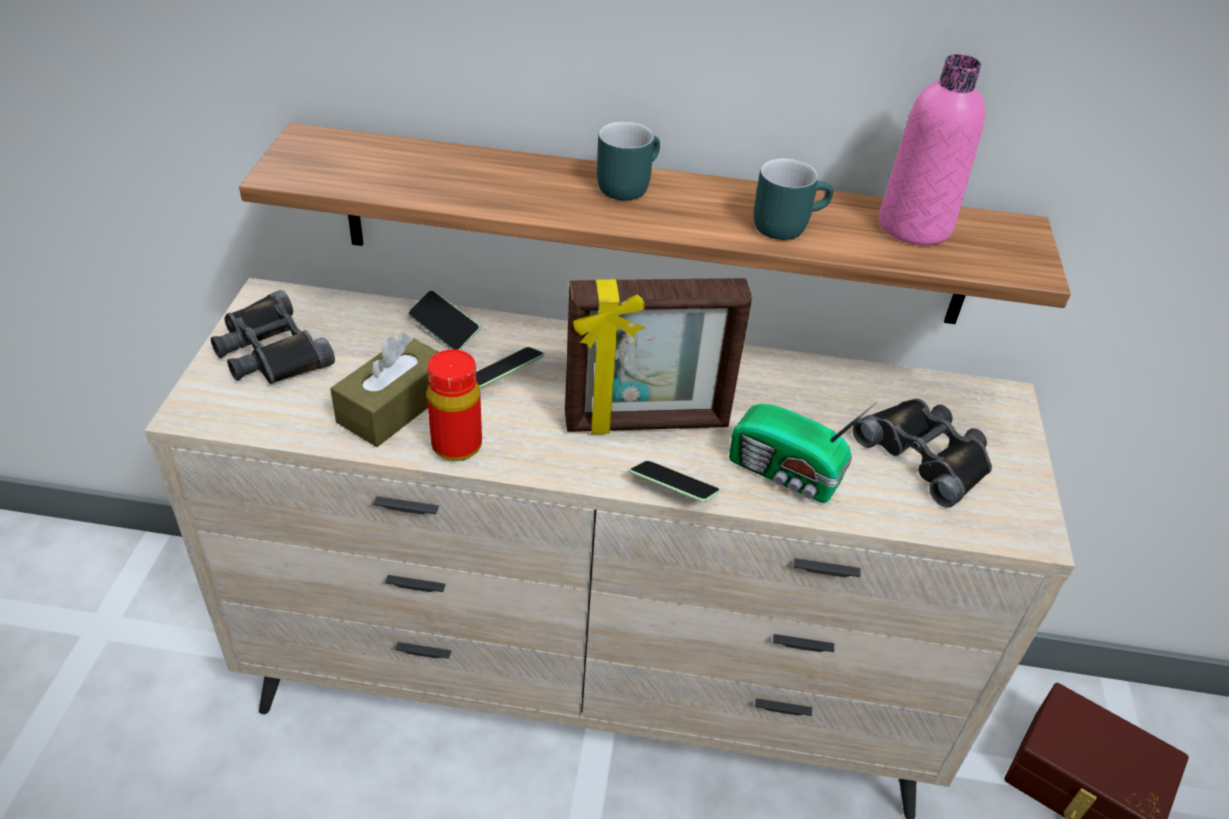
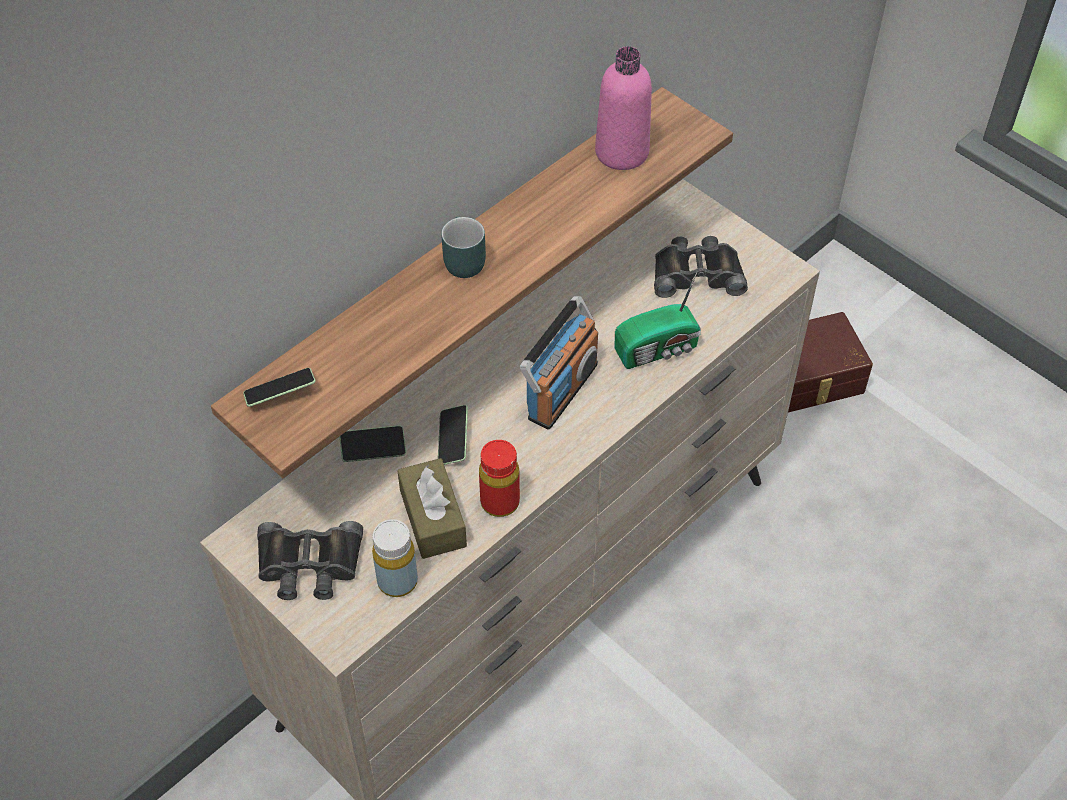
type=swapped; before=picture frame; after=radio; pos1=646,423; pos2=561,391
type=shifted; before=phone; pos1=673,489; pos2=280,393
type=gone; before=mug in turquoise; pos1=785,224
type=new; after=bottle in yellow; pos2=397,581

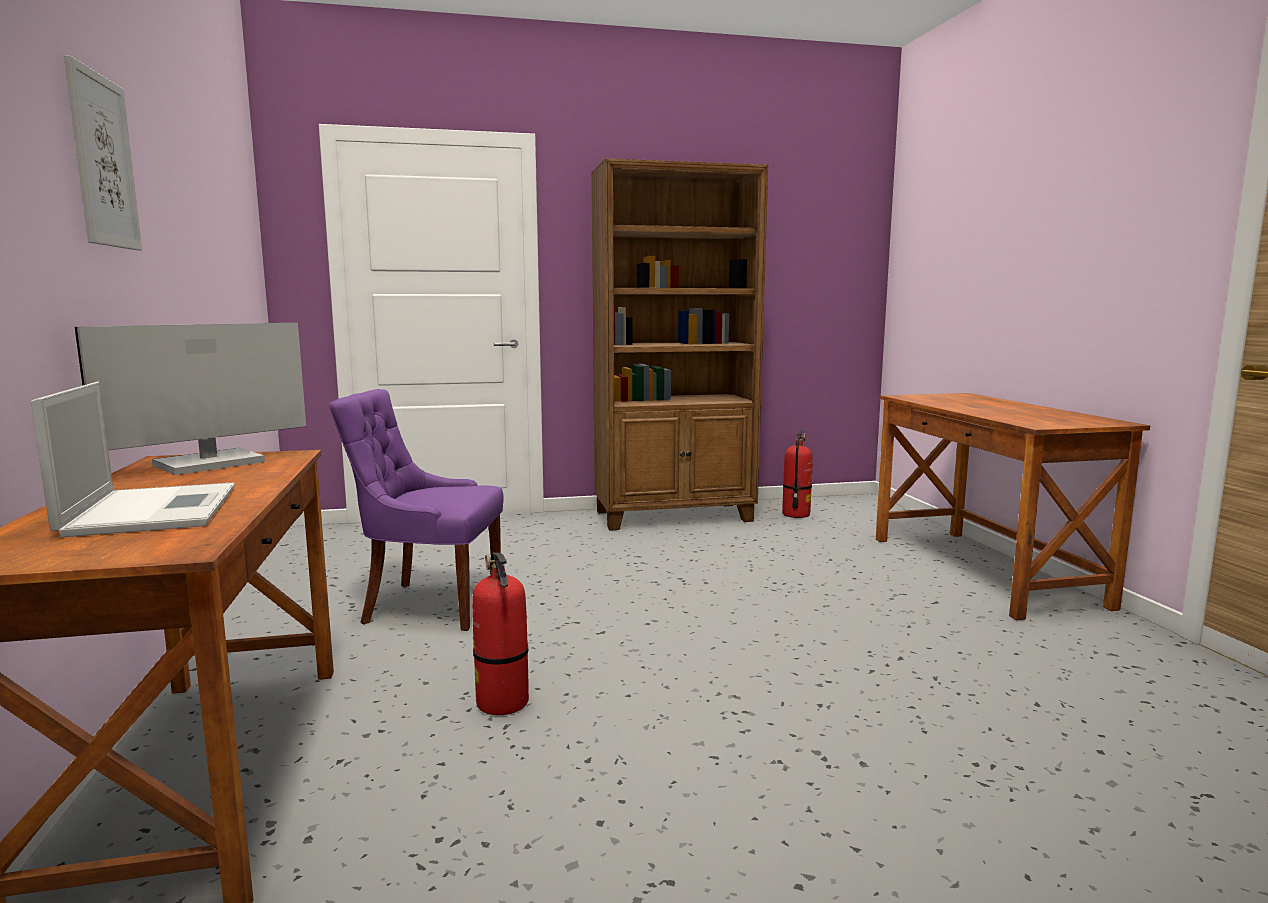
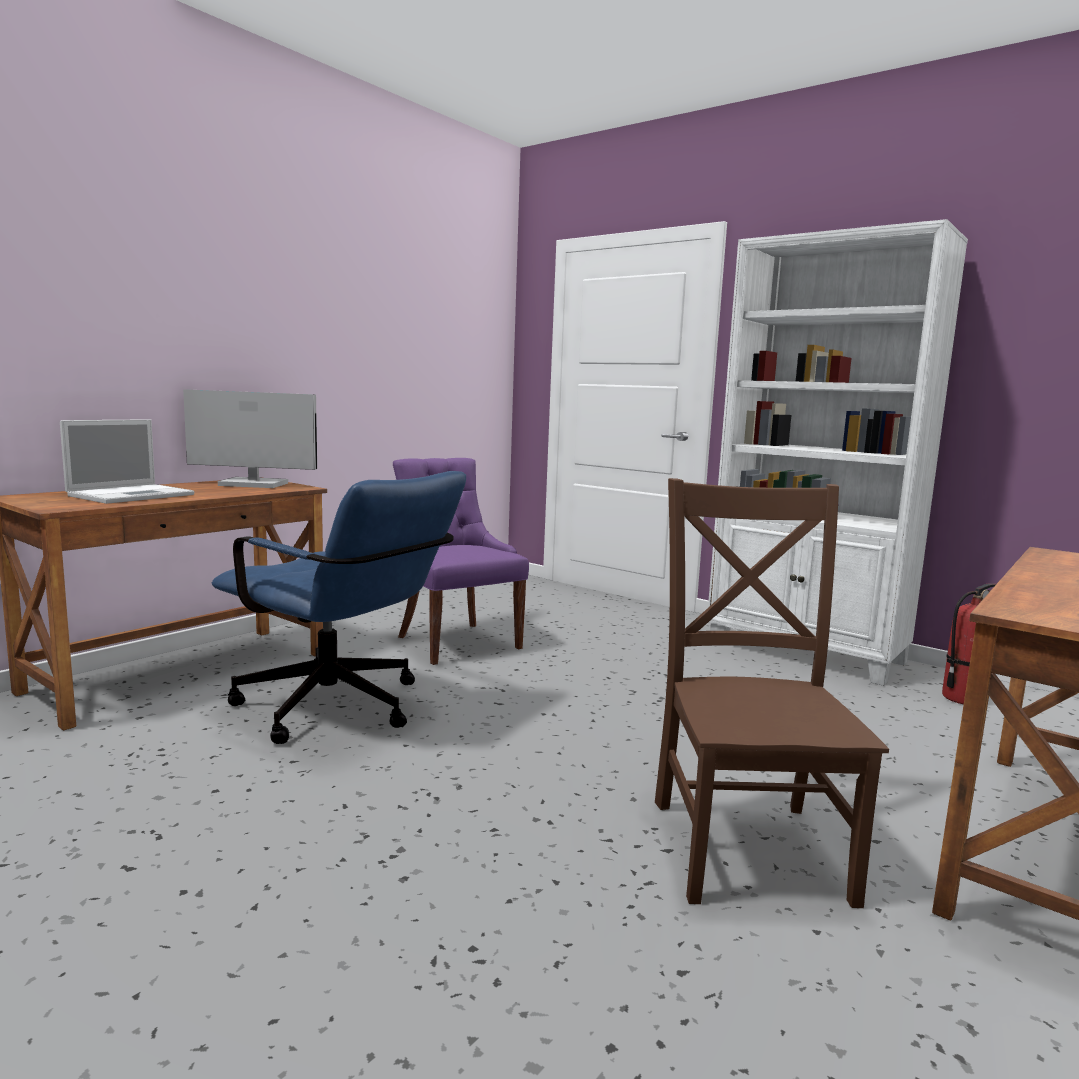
type=gone; before=picture; pos1=103,161
type=swapped; before=fire extinguisher; after=office chair in blue; pos1=503,703; pos2=342,710
type=repainted; before=bookcase in brown; after=bookcase in white; pos1=675,516; pos2=806,653
type=new; after=chair in brown; pos2=747,843

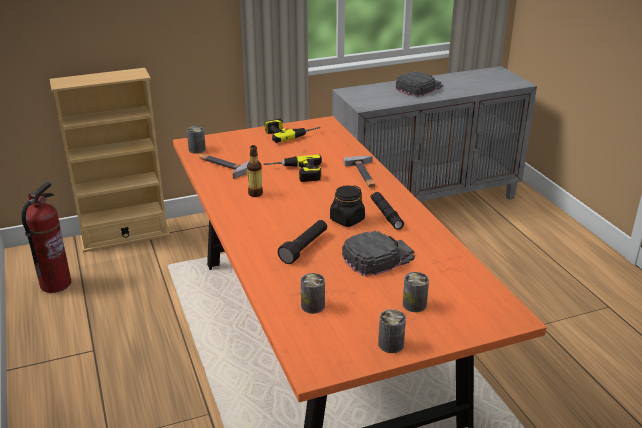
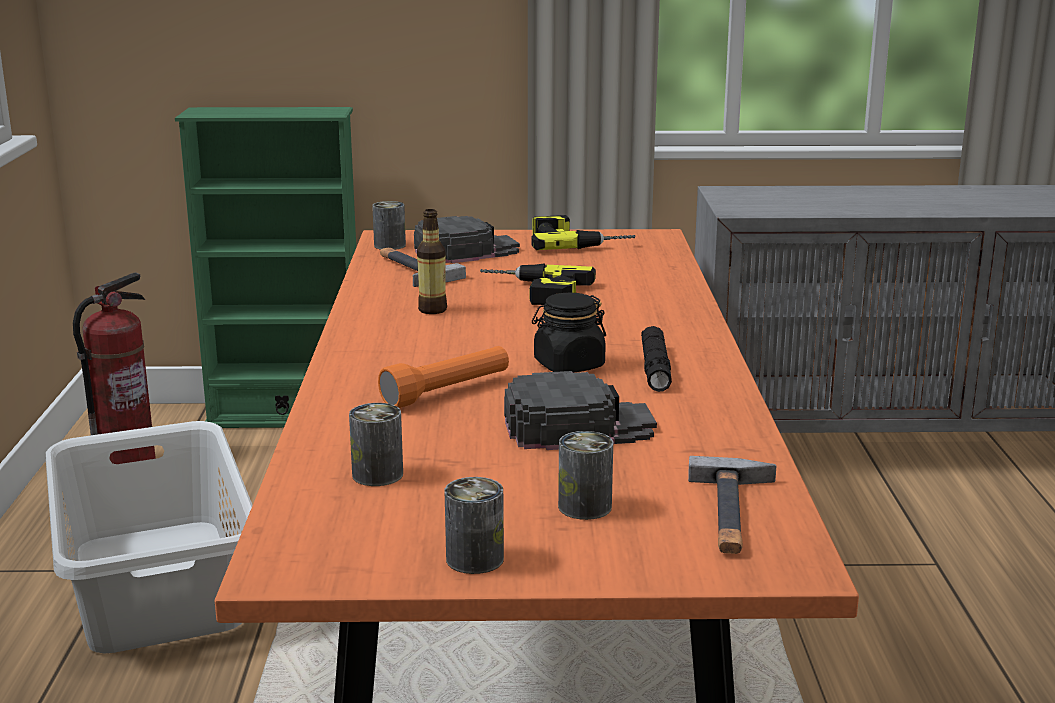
type=repainted; before=bookcase in beige; after=bookcase in green; pos1=125,237; pos2=287,417
type=repainted; before=flashlight in black; after=flashlight in orange; pos1=304,248; pos2=447,392
type=shifted; before=hammer; pos1=365,174; pos2=733,513
type=shifted; before=cap in black; pos1=419,88; pos2=466,250
type=new; after=laundry basket in grey; pos2=159,582

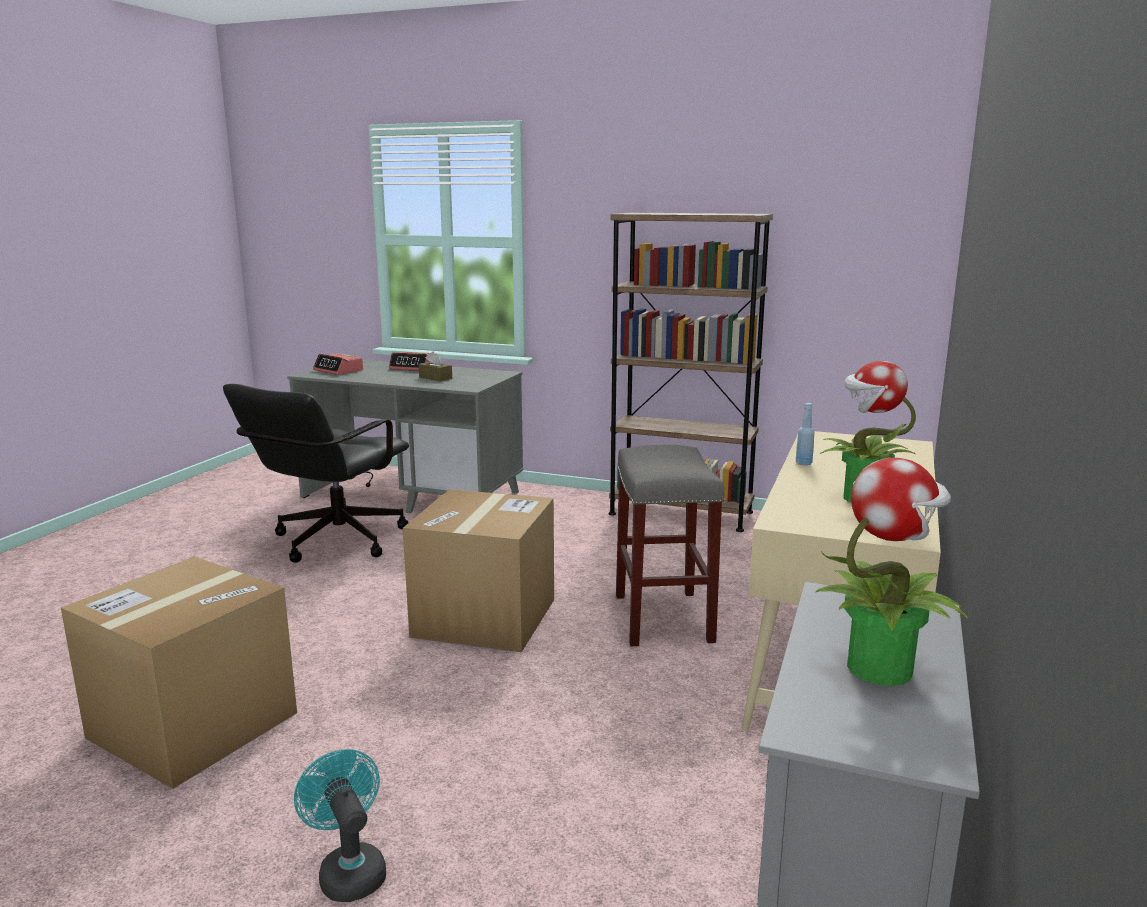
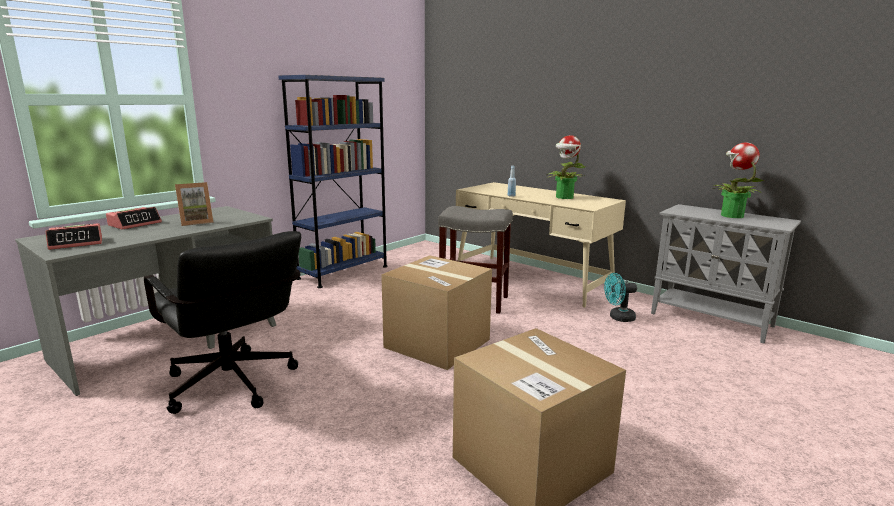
type=shifted; before=fan in turquoise; pos1=349,870; pos2=618,318
type=swapped; before=tissue box in brown; after=picture frame; pos1=435,378; pos2=196,222
type=repainted; before=bookcase in brown; after=bookcase in blue; pos1=680,513; pos2=343,272

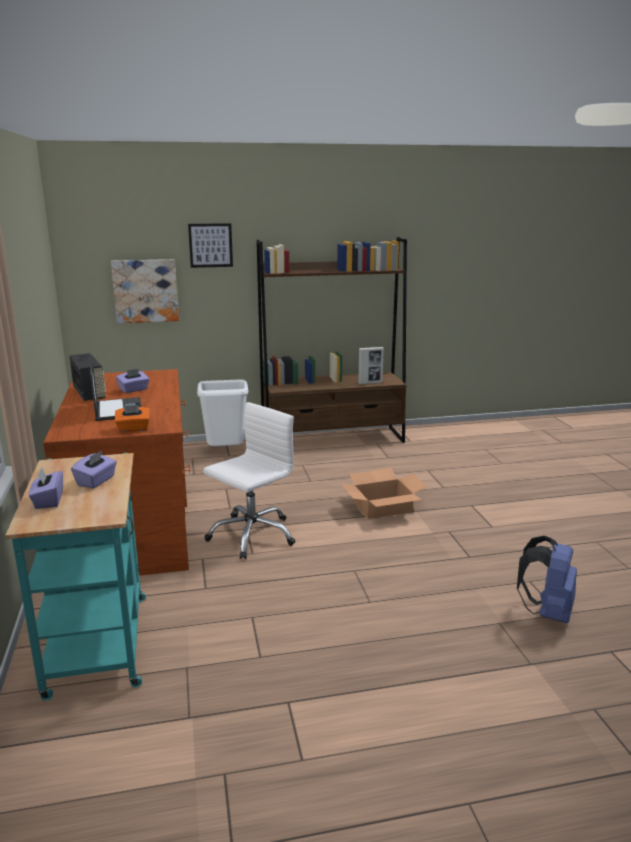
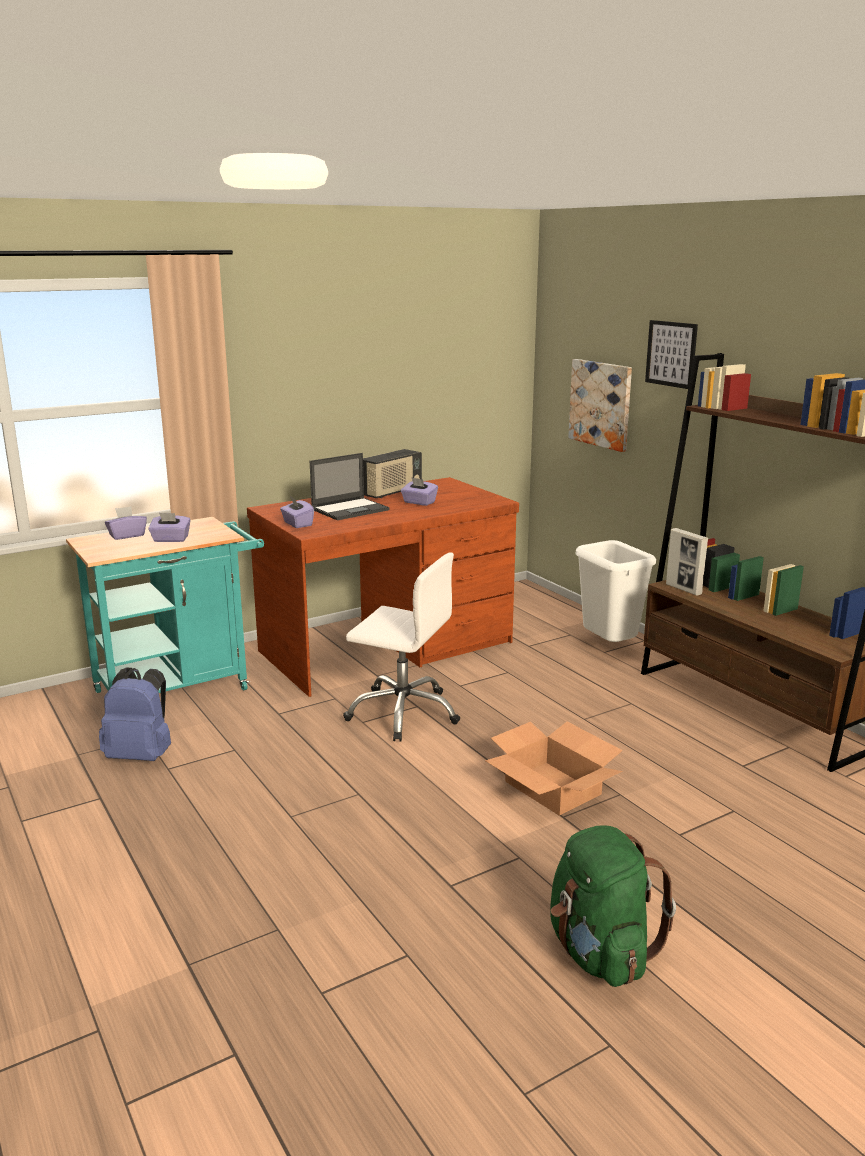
type=repainted; before=tissue box in orange; after=tissue box in purple; pos1=133,429; pos2=297,524
type=shifted; before=picture frame; pos1=370,383; pos2=683,589
type=shifted; before=backpack in blue; pos1=547,612; pos2=141,755
type=new; after=backpack in green; pos2=600,953

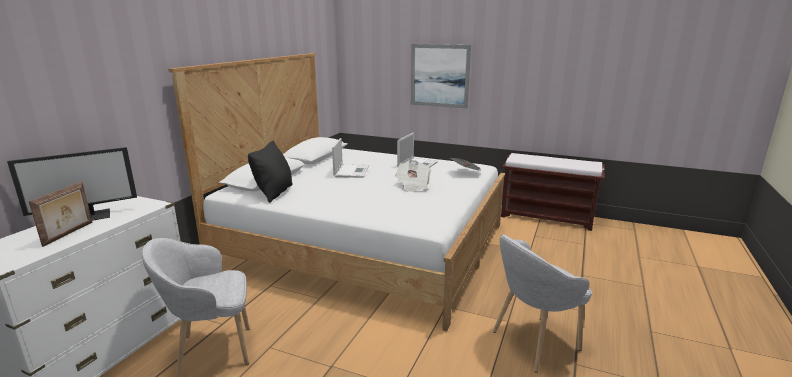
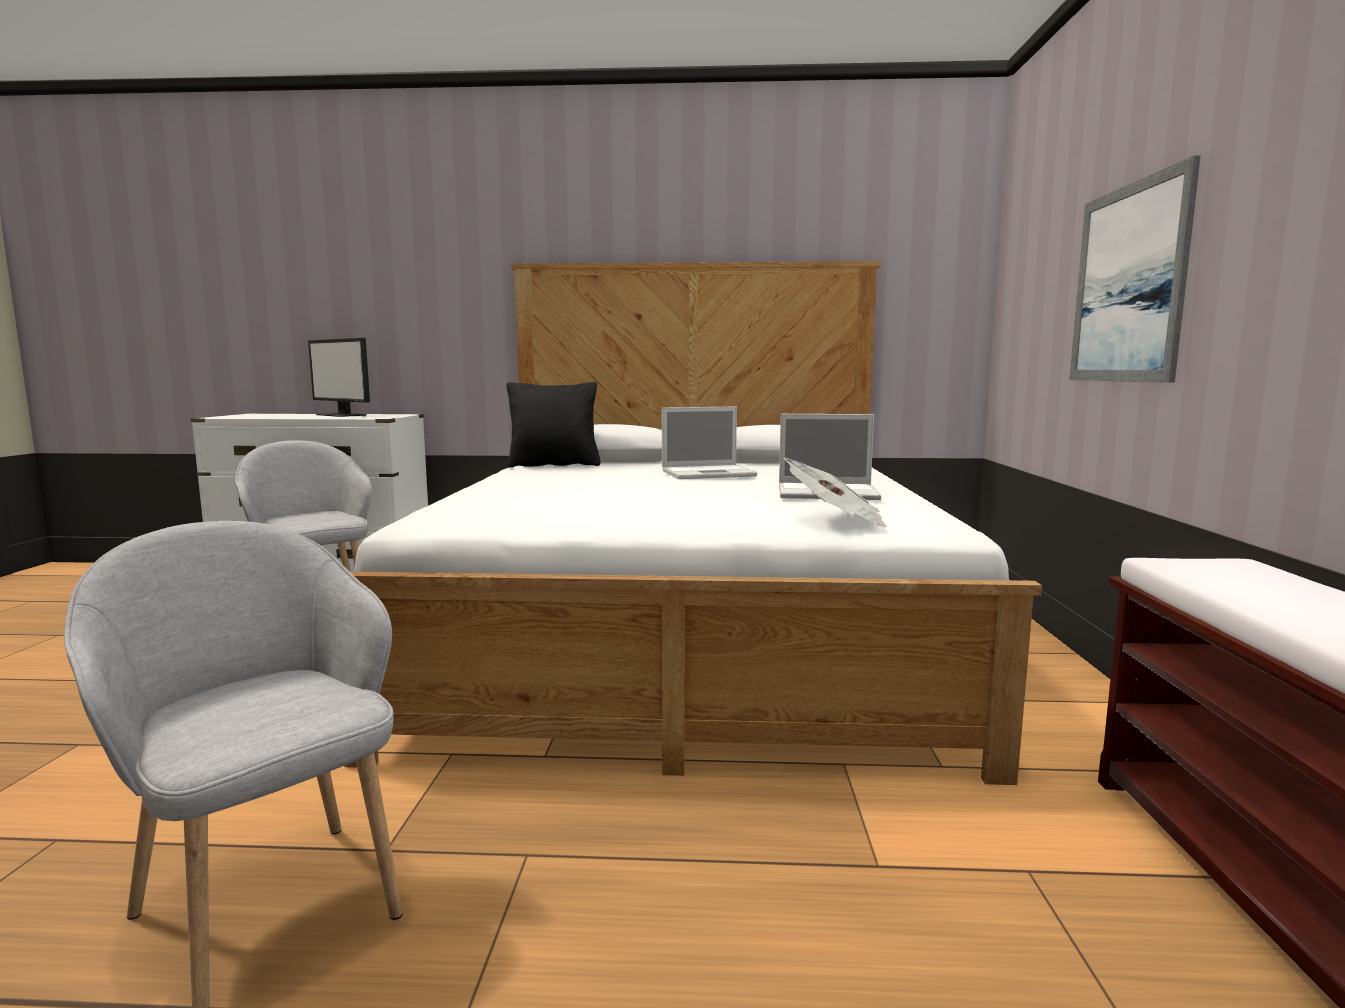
type=gone; before=picture frame; pos1=69,234
type=gone; before=newspaper; pos1=412,185

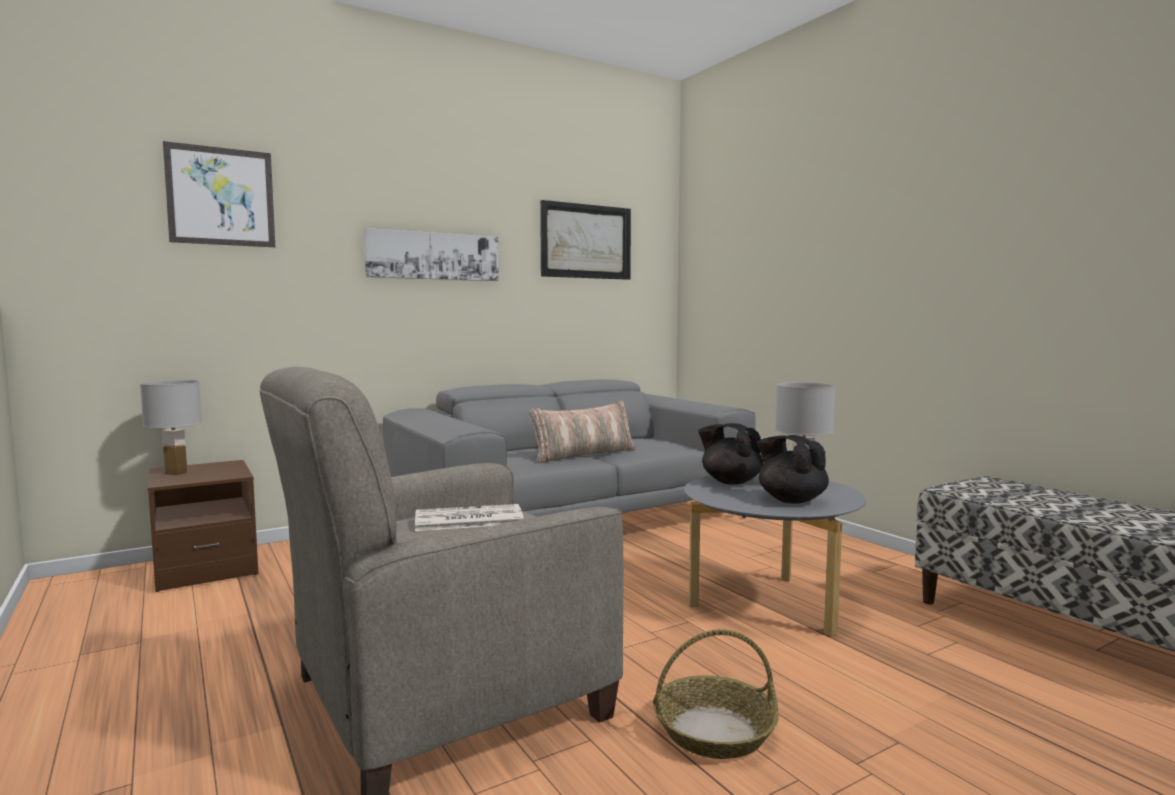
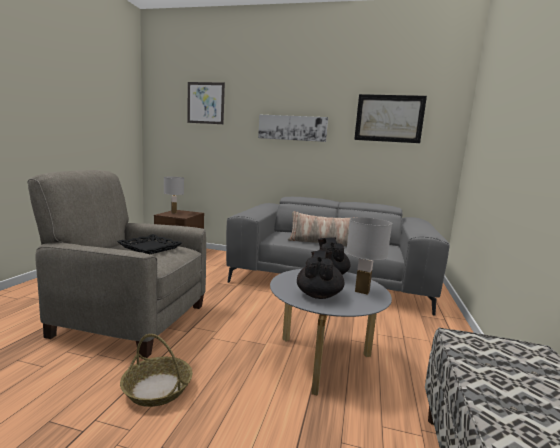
type=swapped; before=newspaper; after=tray in black; pos1=467,520; pos2=149,248

